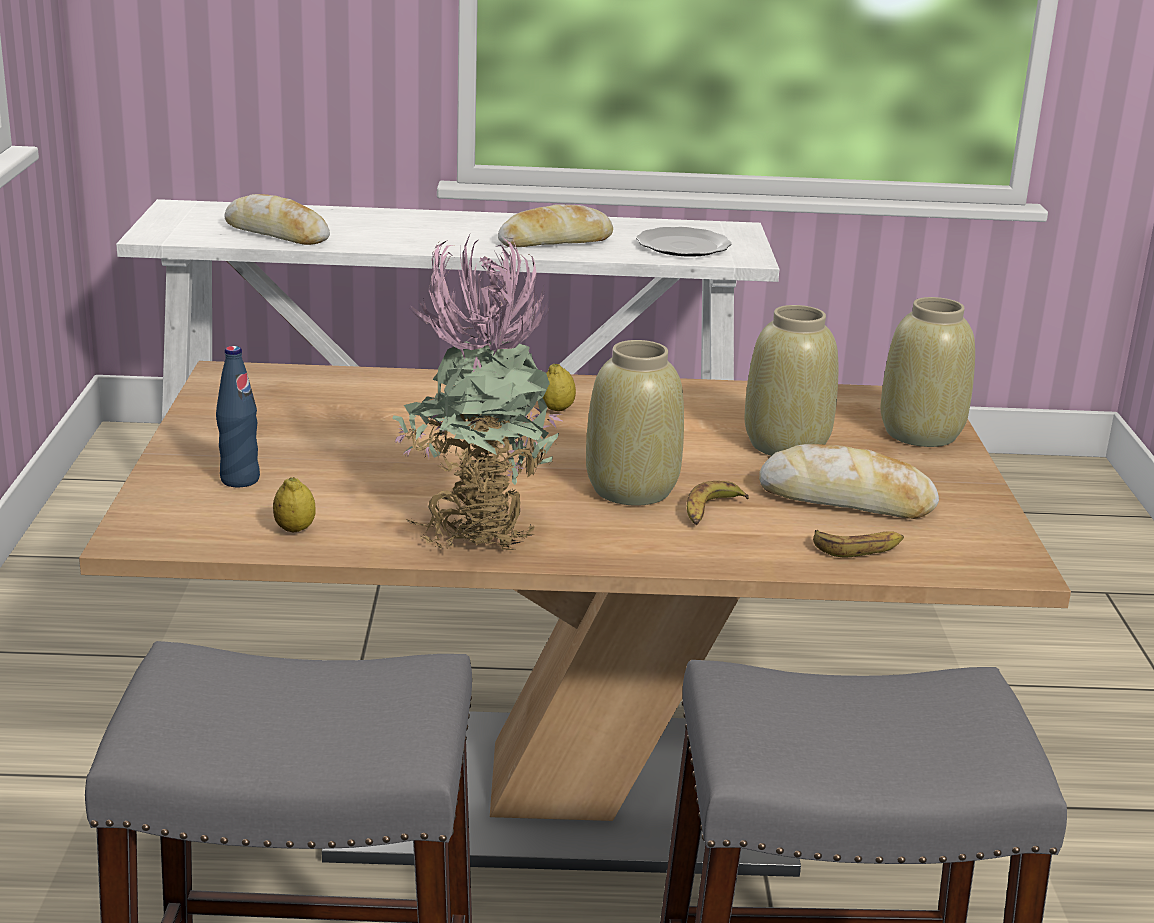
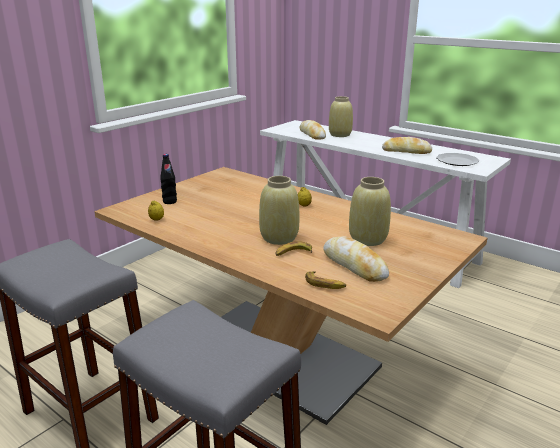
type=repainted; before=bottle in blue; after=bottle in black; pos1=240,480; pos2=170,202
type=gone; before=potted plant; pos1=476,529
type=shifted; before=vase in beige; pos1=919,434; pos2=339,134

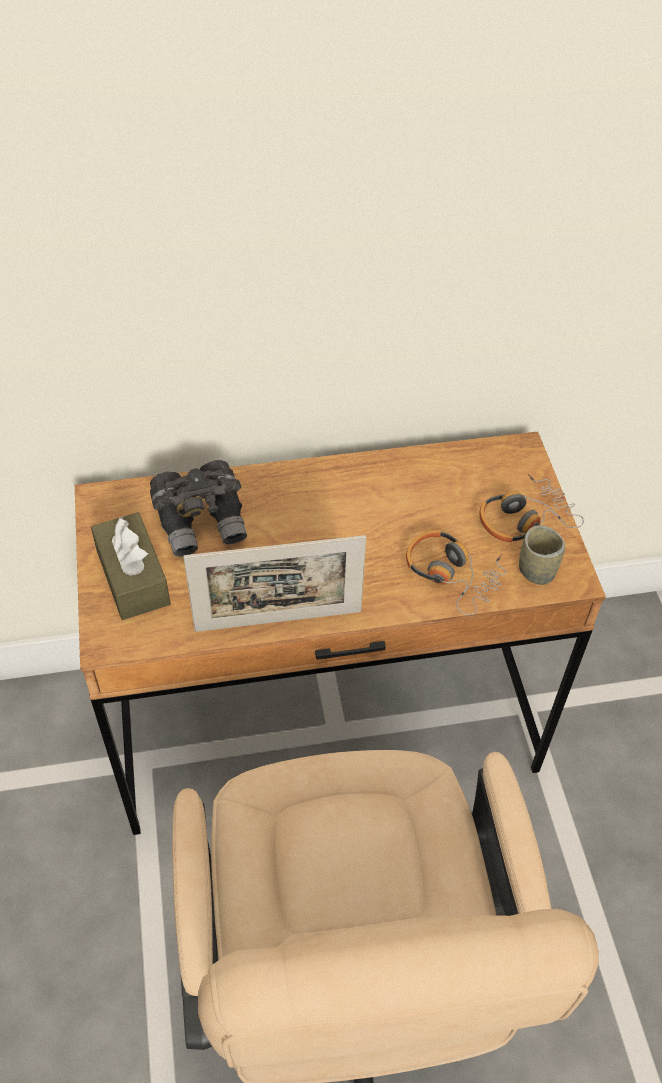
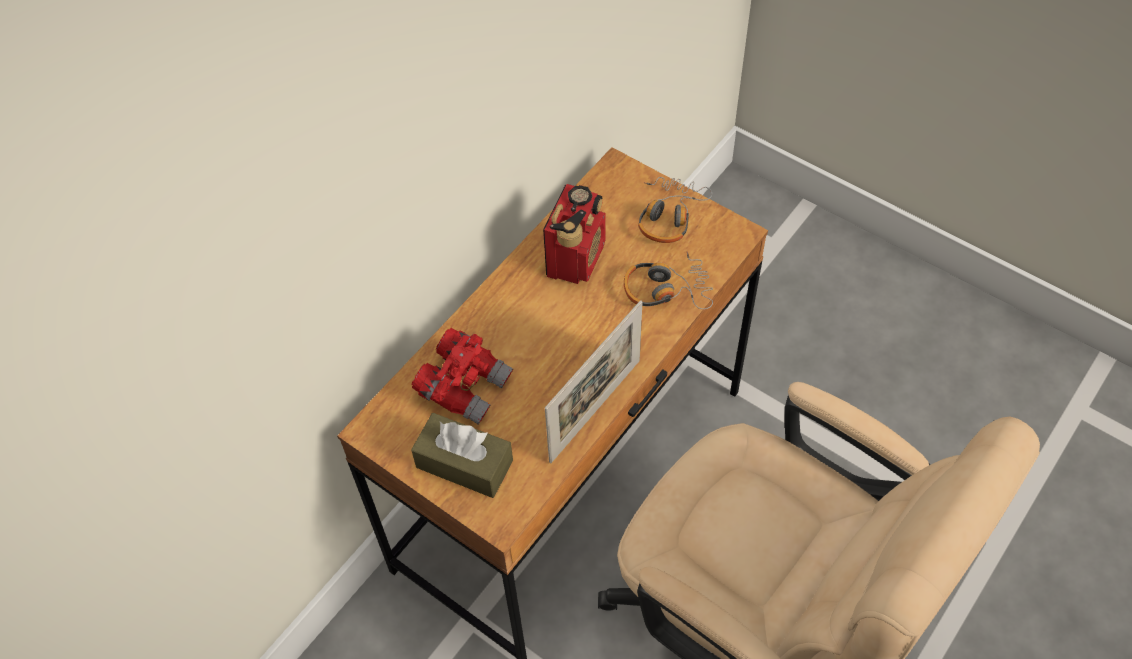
type=repainted; before=binoculars in grey; after=binoculars in red; pos1=202,522; pos2=465,386
type=gone; before=cup; pos1=536,571
type=new; after=radio; pos2=576,258

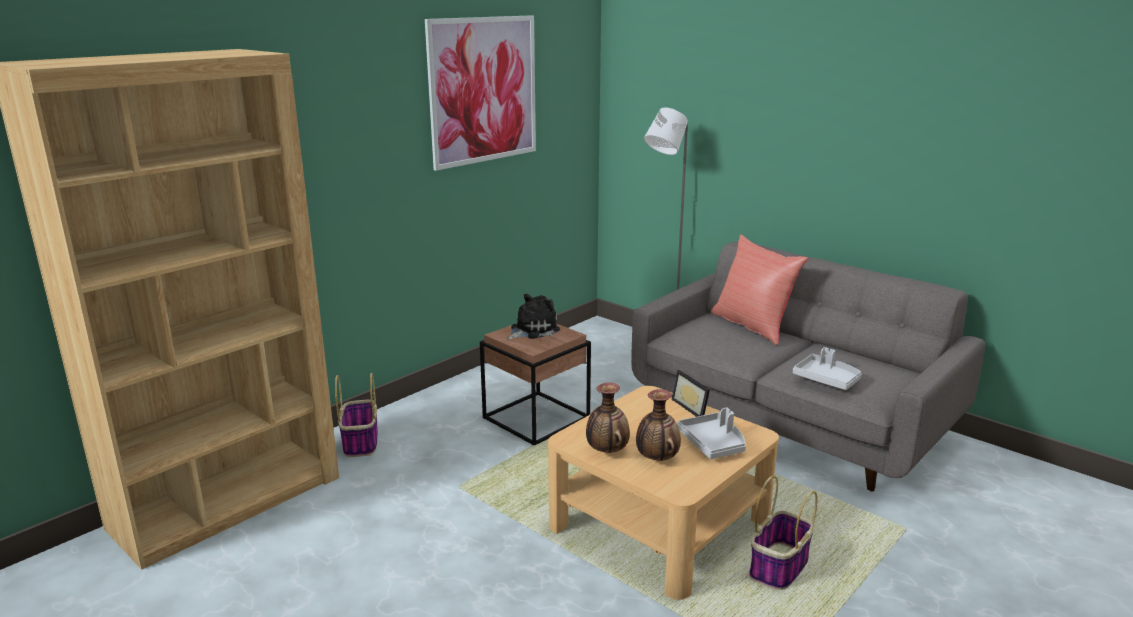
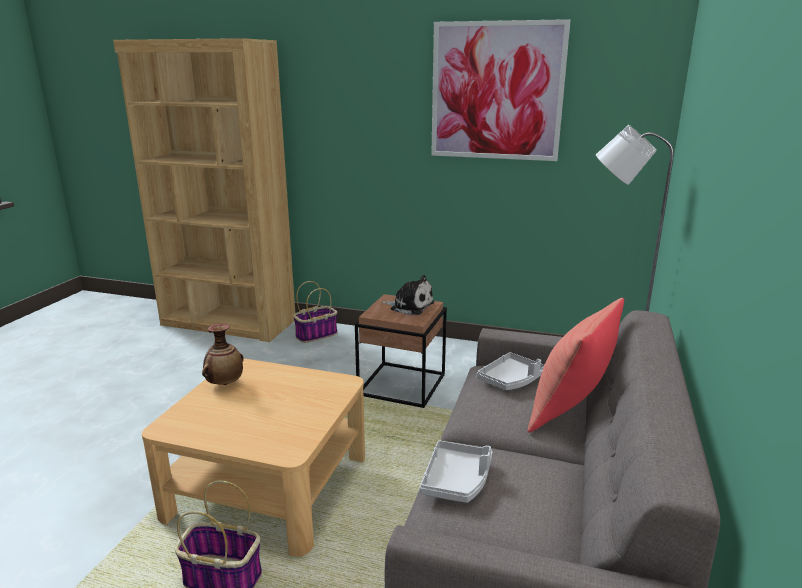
type=gone; before=vase; pos1=656,458
type=gone; before=picture frame; pos1=693,407
type=shifted; before=tray in grey; pos1=713,444; pos2=511,380

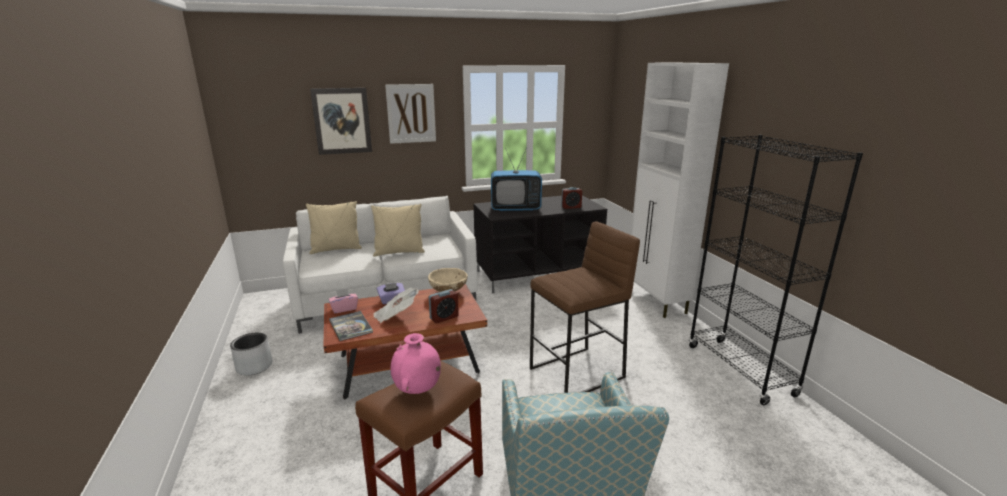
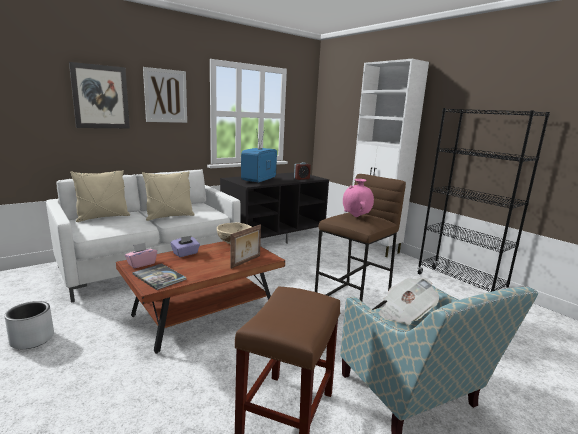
type=shifted; before=newspaper; pos1=396,316; pos2=405,313
type=shifted; before=vase in pink; pos1=417,390; pos2=356,216
type=swapped; before=alarm clock; after=picture frame; pos1=444,317; pos2=246,262
type=rotated; before=television; pos1=515,208; pos2=259,180; turn=135

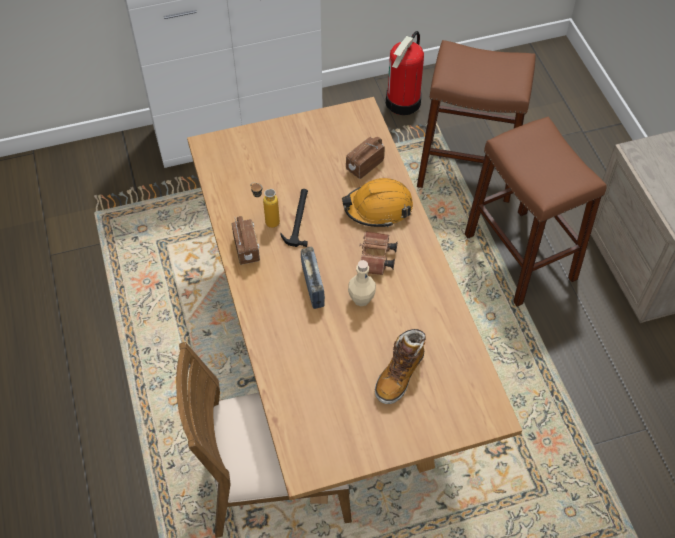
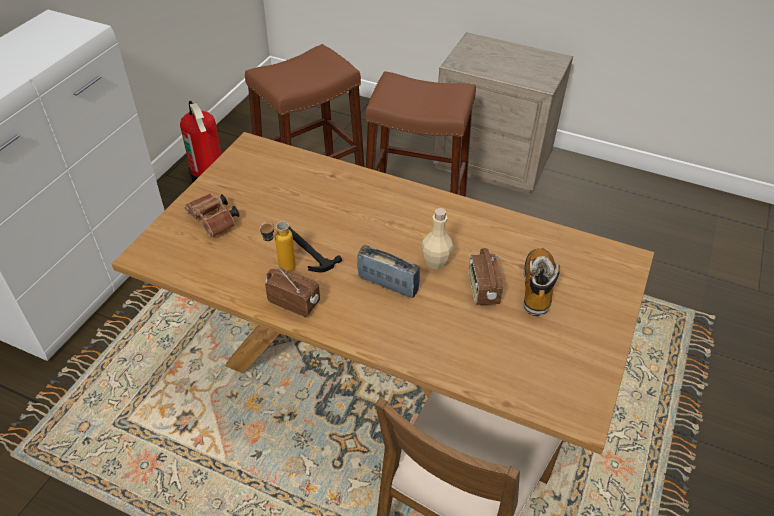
type=gone; before=hard hat in orange; pos1=378,208
type=shifted; before=radio; pos1=364,165; pos2=482,290
type=shifted; before=binoculars in brown; pos1=376,259; pos2=215,222
type=rotated; before=boot; pos1=399,375; pos2=537,287; turn=-150

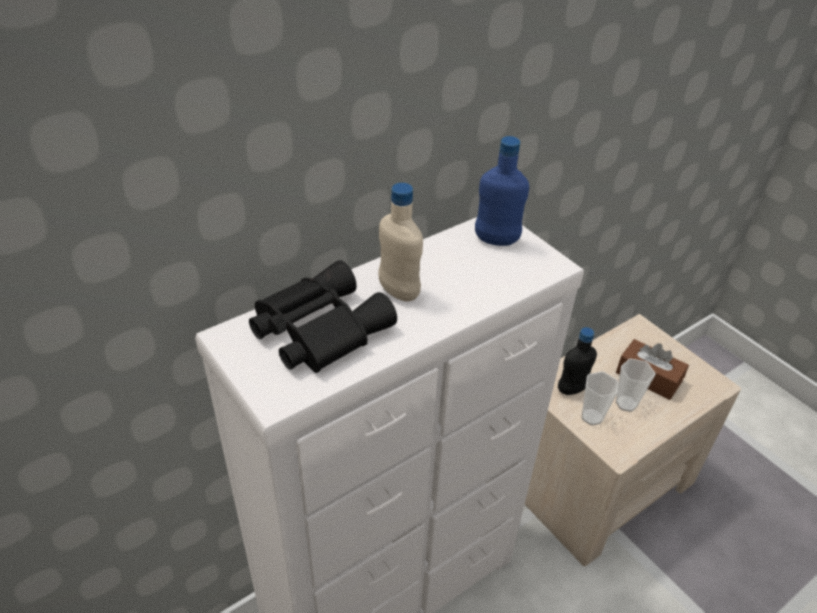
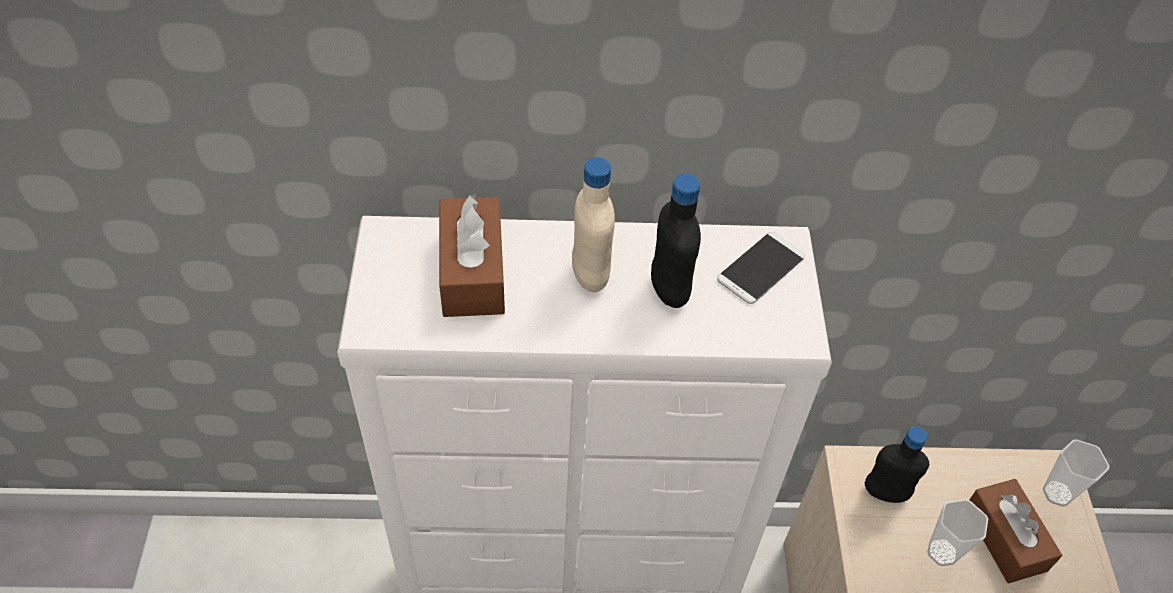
type=swapped; before=binoculars in black; after=tissue box in brown; pos1=317,328; pos2=472,271
type=swapped; before=bottle in blue; after=phone; pos1=496,240; pos2=761,268
type=shifted; before=cup; pos1=591,417; pos2=1057,493
type=new; after=bottle in black; pos2=669,290

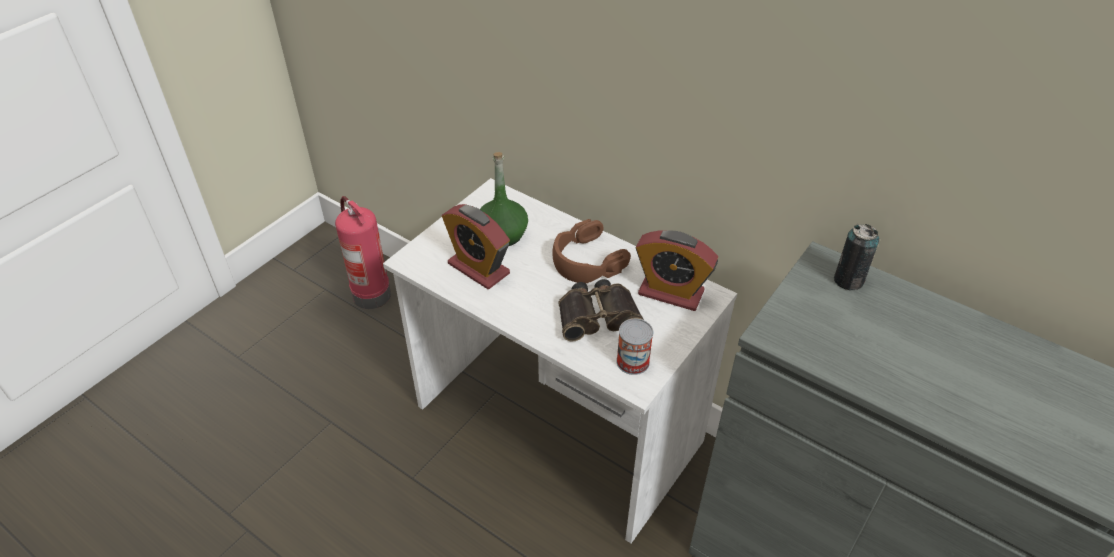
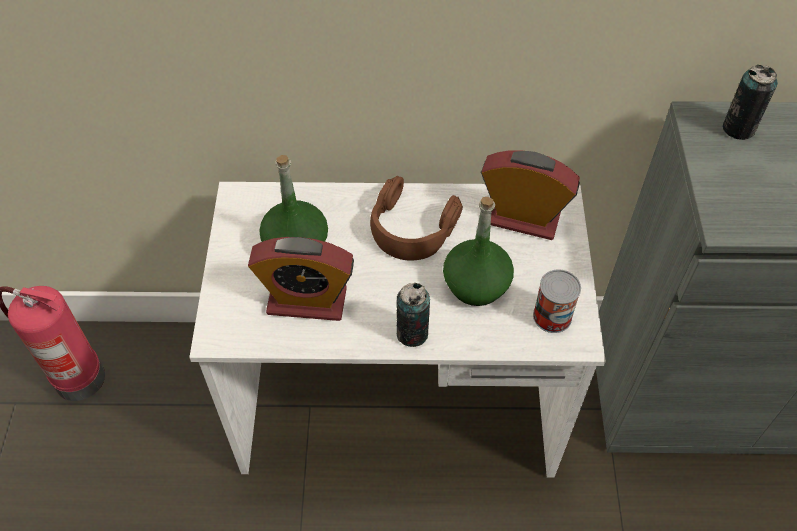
type=swapped; before=binoculars; after=bottle in green; pos1=597,315; pos2=476,284
type=rotated; before=alarm clock; pos1=671,292; pos2=522,218; turn=-150
type=new; after=can; pos2=412,333

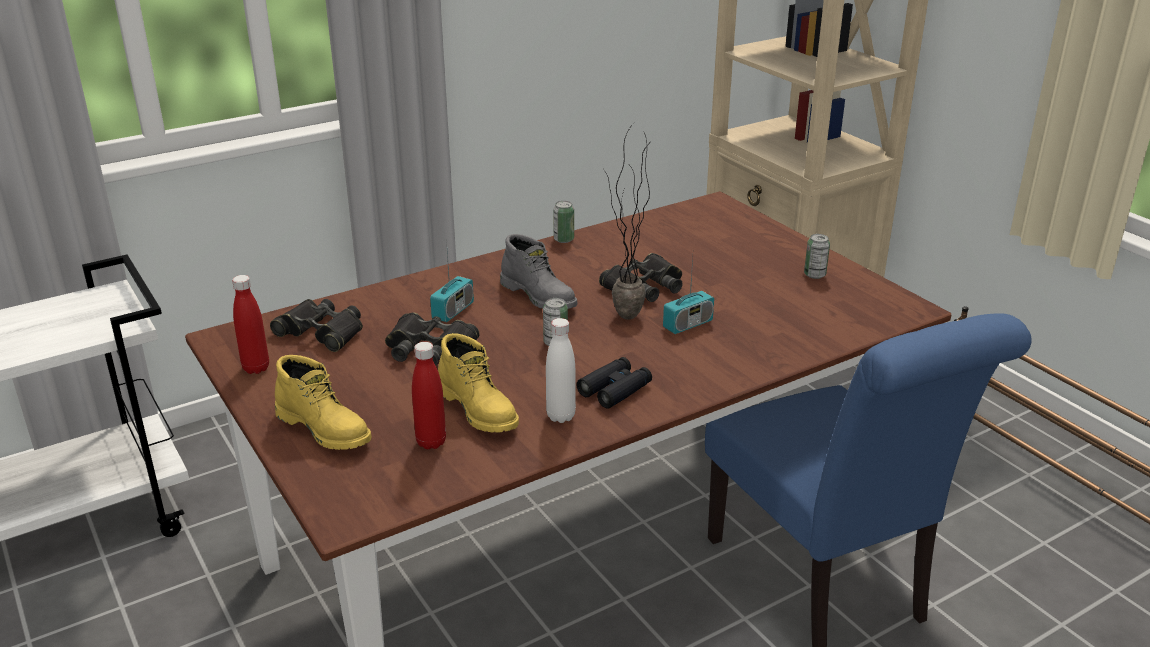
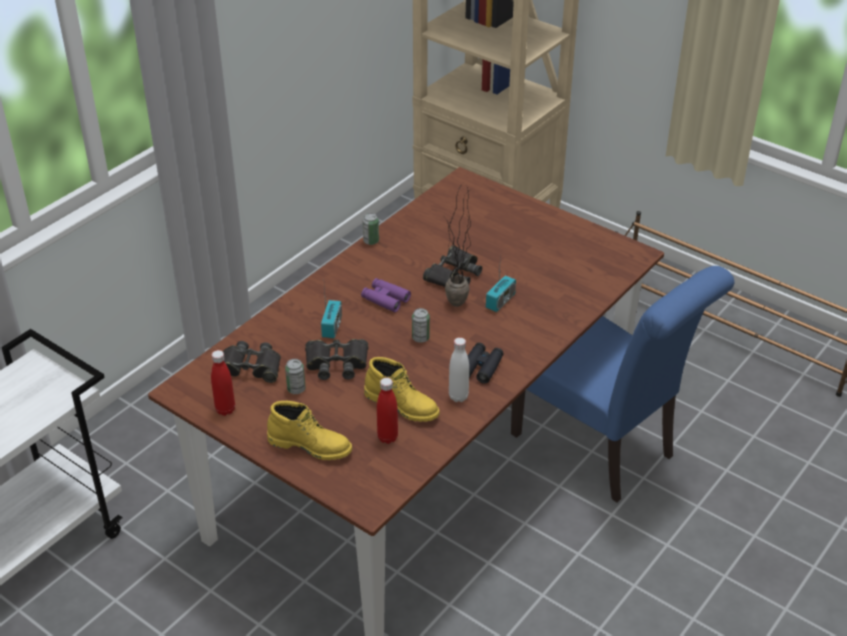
type=swapped; before=boot in grey; after=binoculars in purple; pos1=539,296; pos2=385,299
type=shifted; before=can; pos1=814,275; pos2=296,389

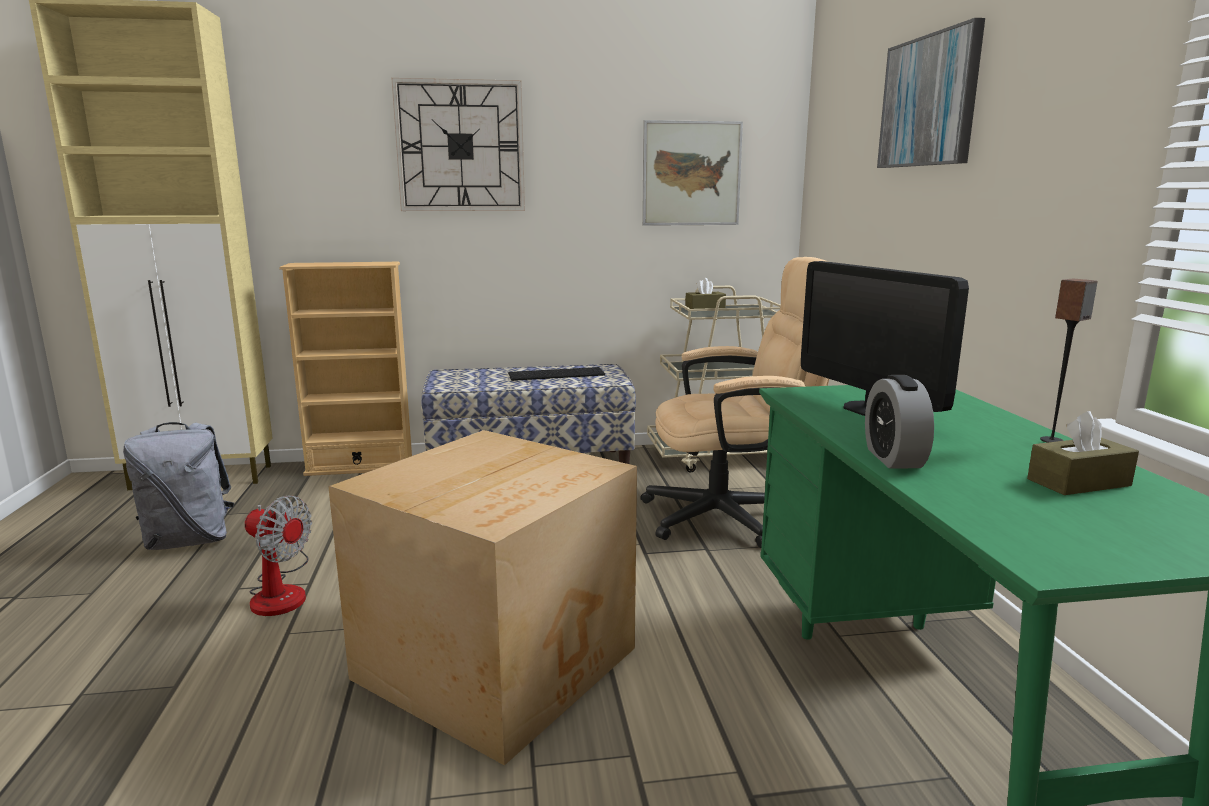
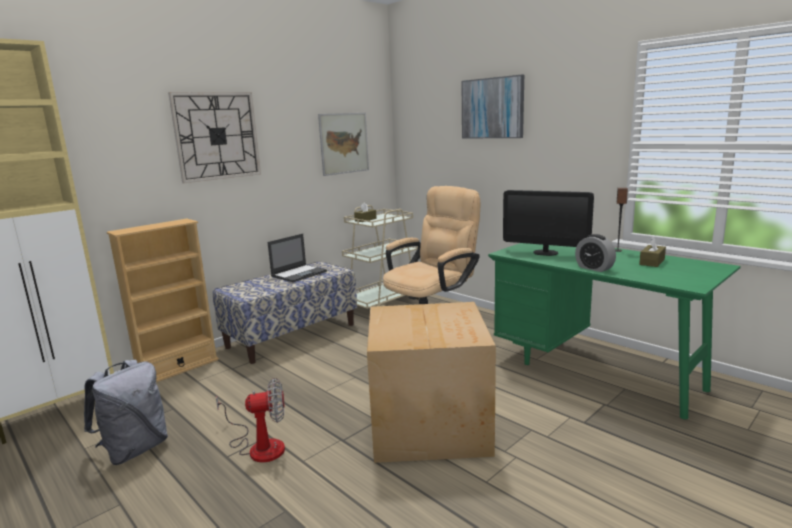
type=swapped; before=keyboard; after=laptop; pos1=557,374; pos2=299,273

